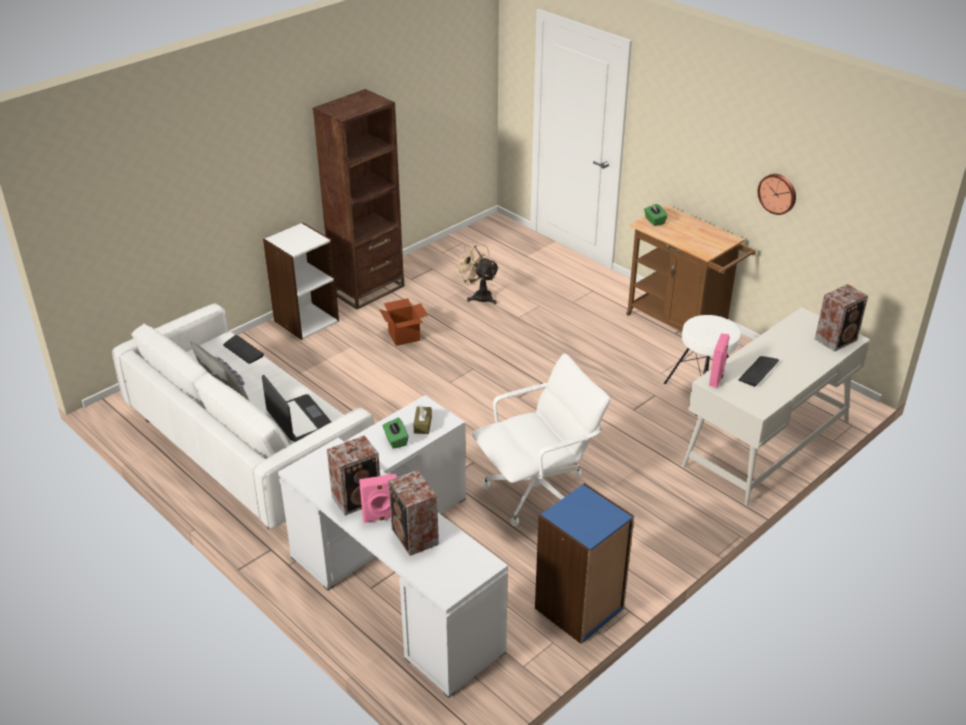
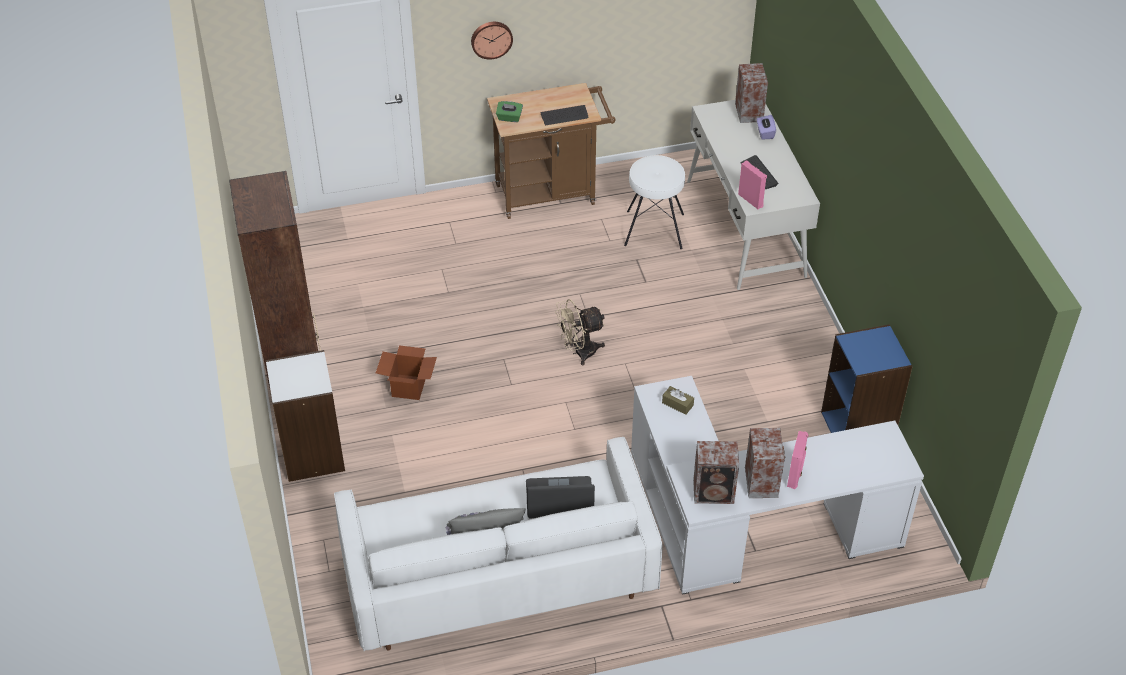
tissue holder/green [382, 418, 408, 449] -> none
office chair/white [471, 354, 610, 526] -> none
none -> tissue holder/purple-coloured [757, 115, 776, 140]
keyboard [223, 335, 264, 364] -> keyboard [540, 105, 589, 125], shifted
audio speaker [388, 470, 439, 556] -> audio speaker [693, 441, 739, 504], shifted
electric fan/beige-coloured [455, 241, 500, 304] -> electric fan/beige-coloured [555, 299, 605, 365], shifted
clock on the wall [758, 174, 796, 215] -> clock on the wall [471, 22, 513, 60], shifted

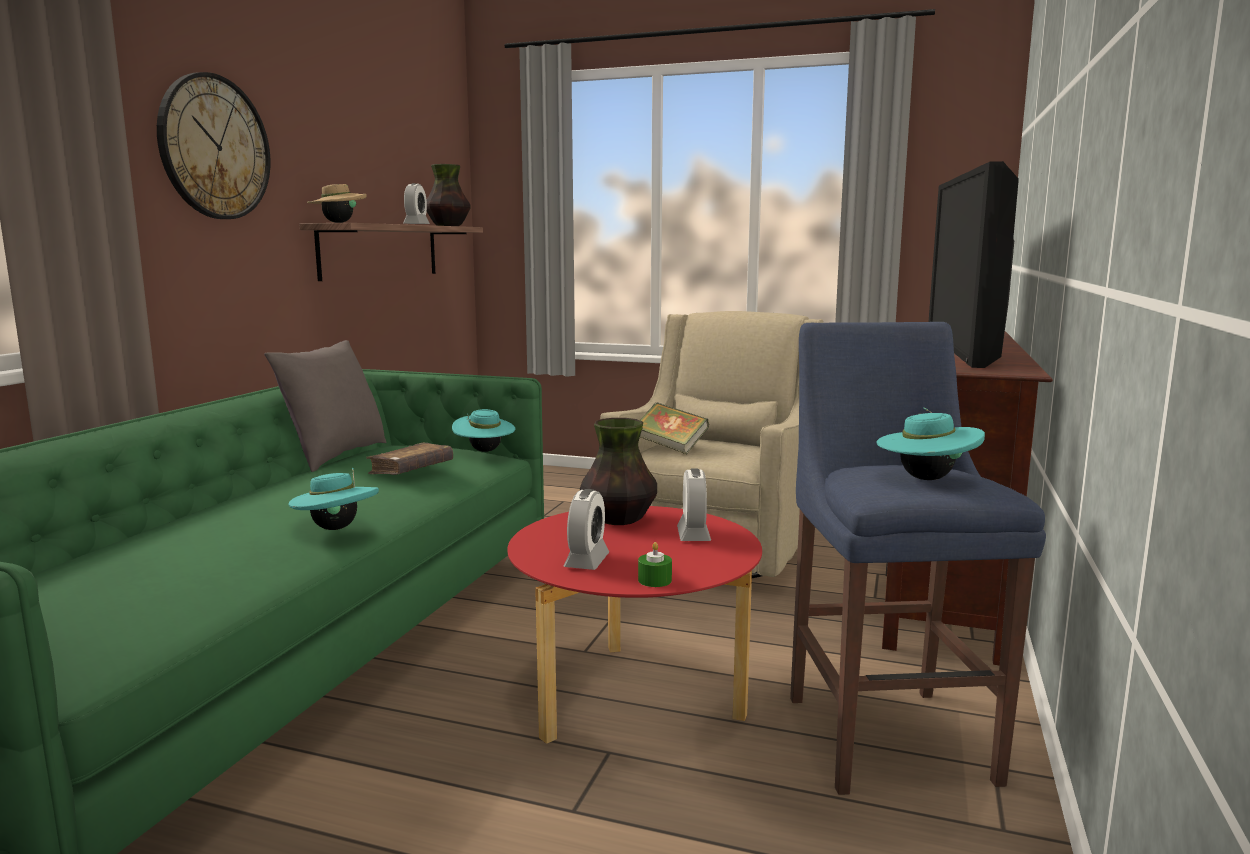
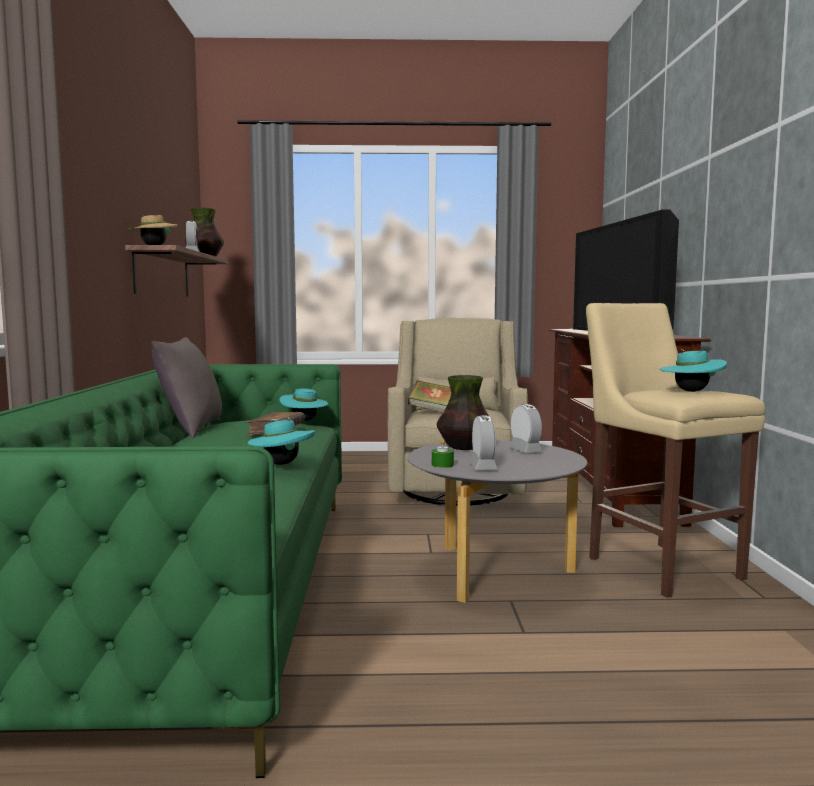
clock on the wall [157, 72, 270, 219] -> none
wax candle/green [638, 542, 672, 587] -> wax candle/green [432, 439, 454, 468], shifted
lounge table/reddish [507, 506, 762, 744] -> lounge table/gray [407, 440, 587, 603]
stool/blue [790, 322, 1046, 795] -> stool/beige-coloured [586, 303, 765, 598]

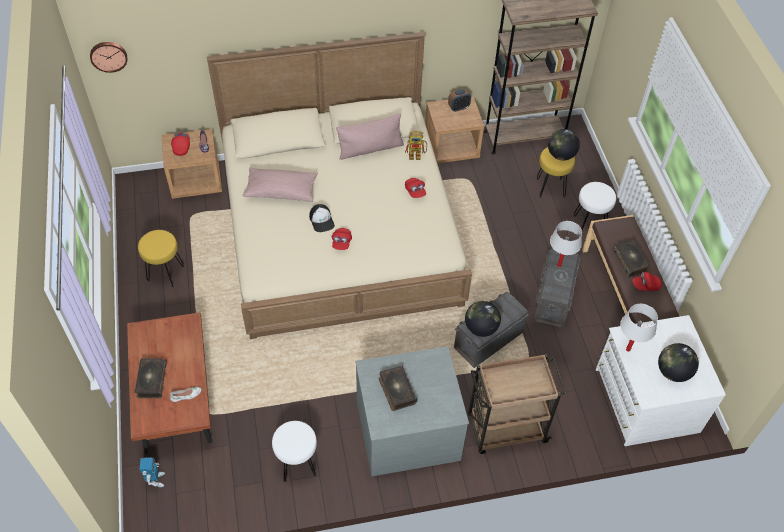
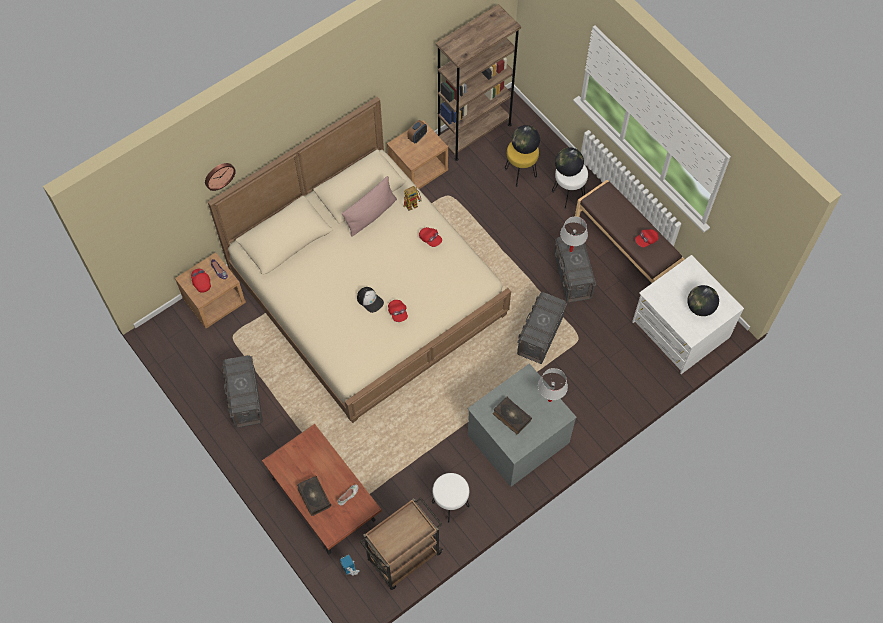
throw pillow/pink [243, 167, 318, 202] -> none
book [613, 240, 650, 278] -> none
clock on the wall [90, 42, 127, 73] -> clock on the wall [205, 163, 236, 191], shifted
globe [465, 301, 501, 337] -> globe [555, 147, 584, 176], shifted
trolley/brownish [468, 354, 567, 454] -> trolley/brownish [360, 497, 443, 590], shifted
tabletop lamp/white [620, 304, 658, 352] -> tabletop lamp/white [538, 368, 568, 402], shifted
stool/yellow-coloured [138, 230, 184, 287] -> storage bin/gray [222, 355, 263, 428]

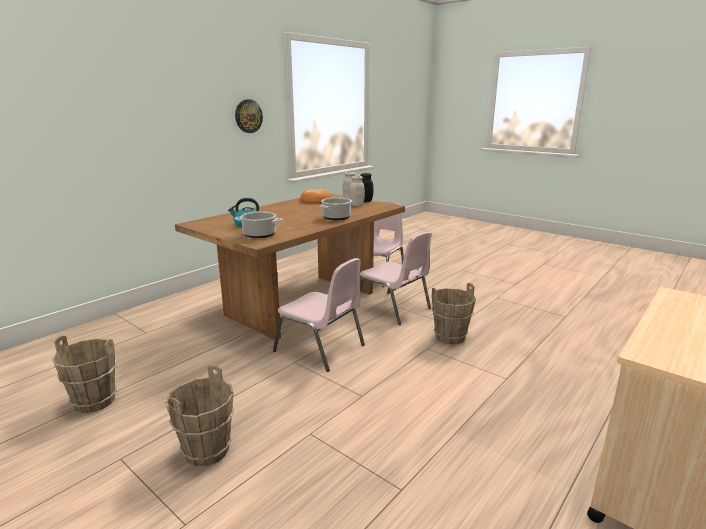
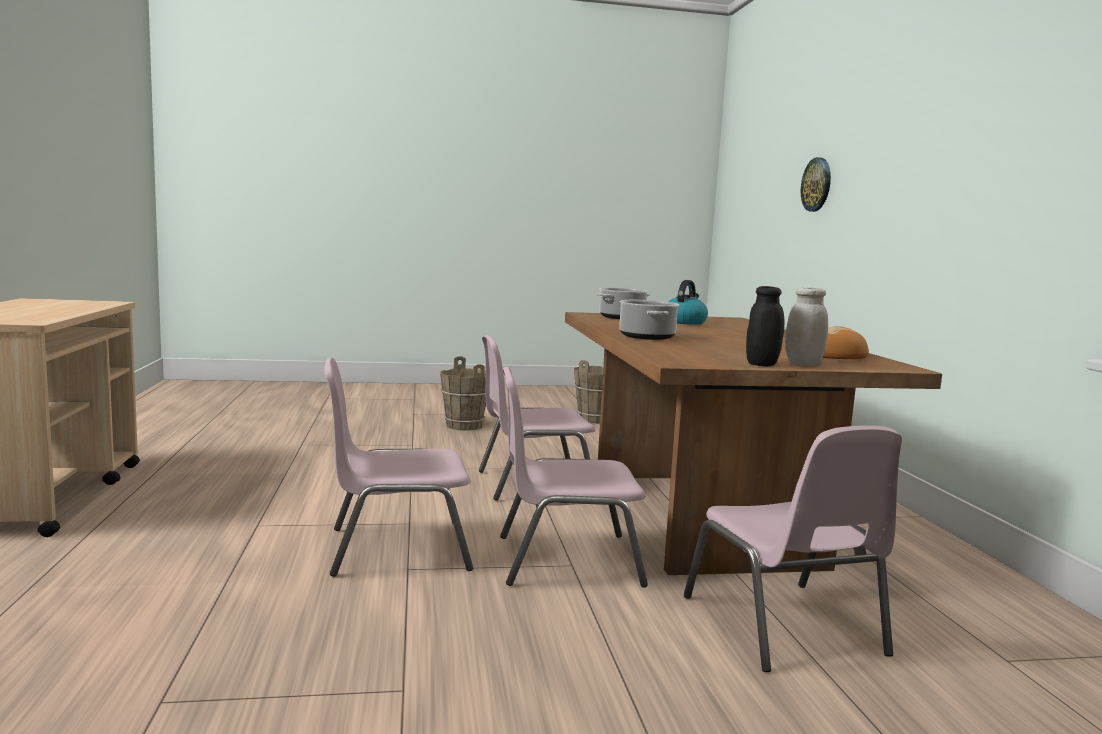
preserve jar/white [349, 176, 365, 206] -> none
clock on the wall [235, 99, 263, 133] -> clock on the wall [801, 157, 831, 212], shifted
bucket/brownish [432, 283, 476, 344] -> plain chair/pink [324, 358, 473, 577]

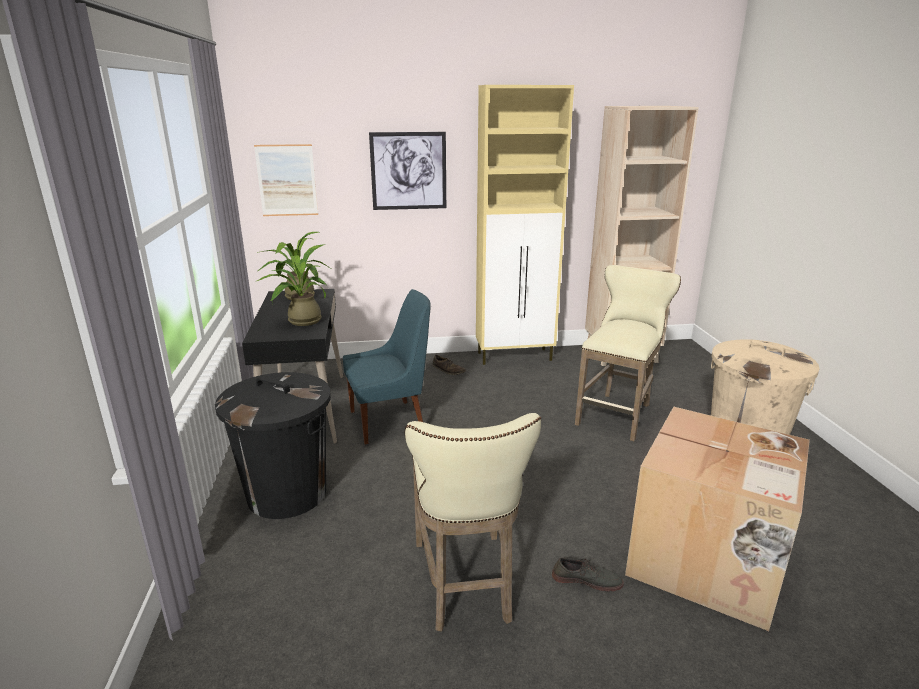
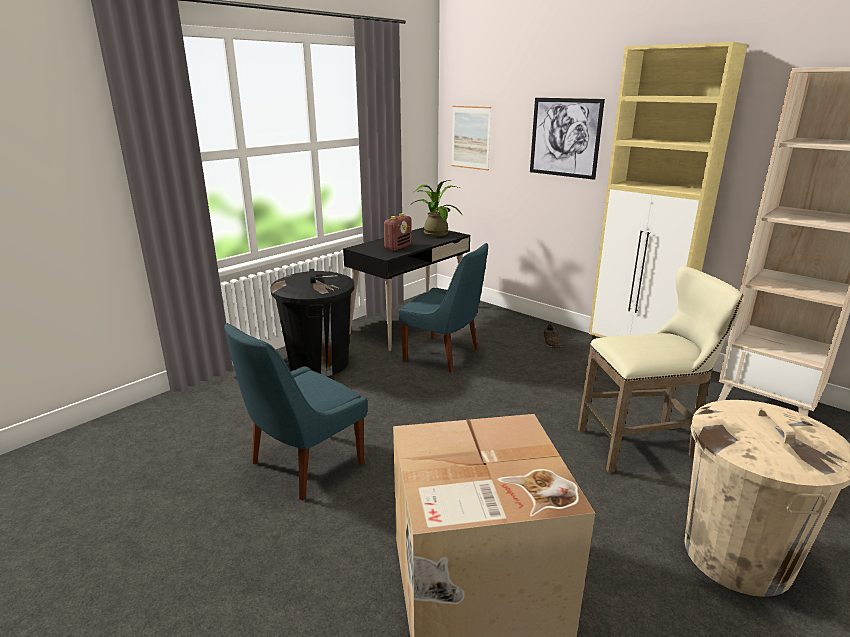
low shoe/gray [552, 558, 624, 591] -> none
houseplant [257, 244, 327, 326] -> radio [384, 214, 412, 251]
stool/beige-coloured [405, 413, 541, 632] -> plain chair/blue [224, 323, 367, 500]

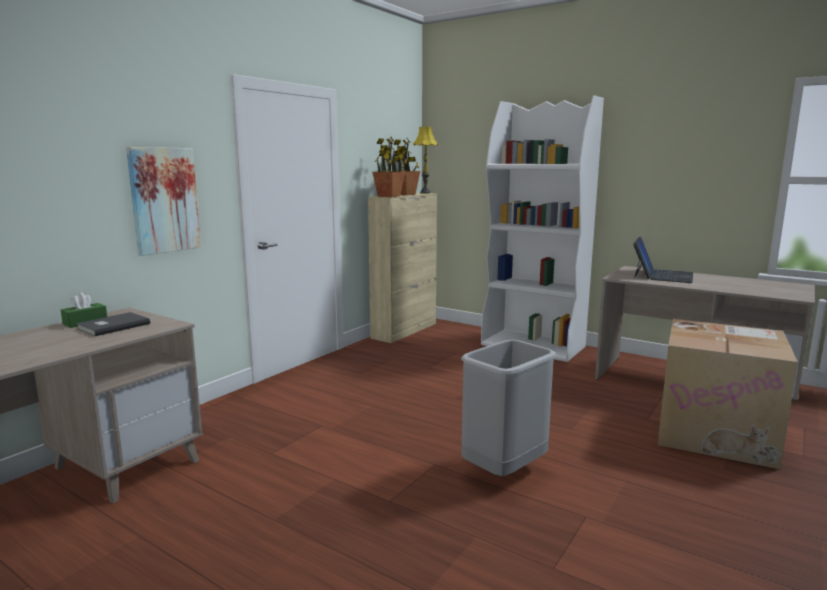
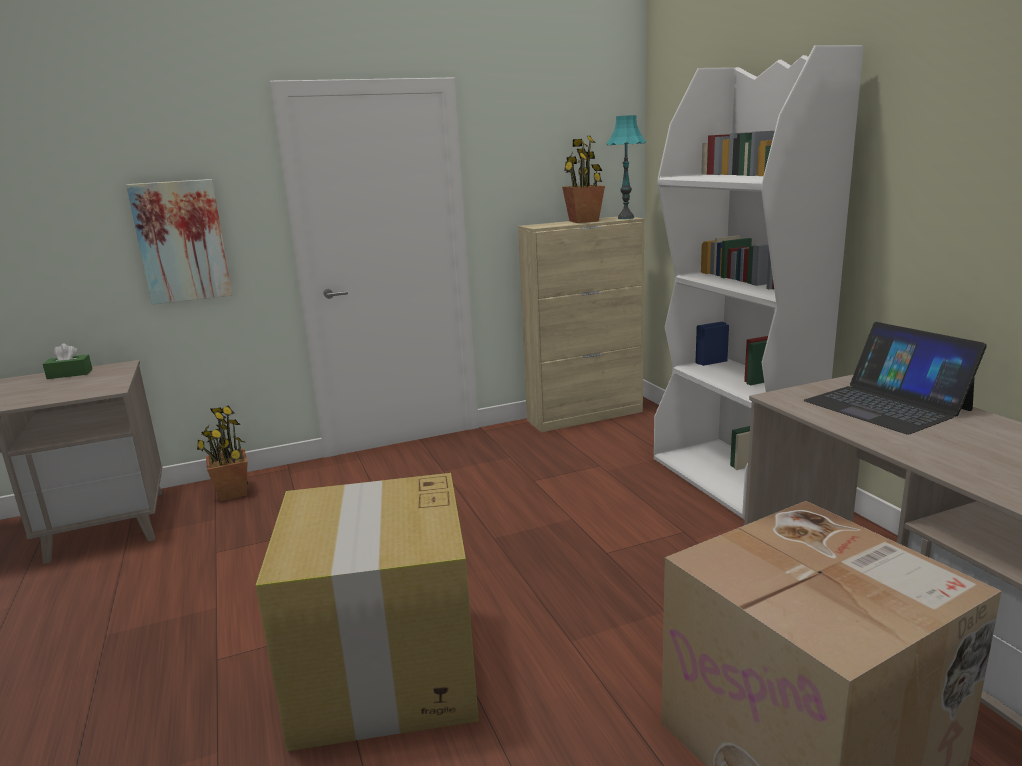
book/gray [76, 312, 150, 336] -> none
houseplant [372, 137, 405, 197] -> houseplant [197, 405, 248, 501], shifted
rubbish bin/gray [461, 340, 556, 476] -> cardboard box [256, 473, 479, 751]
tabletop lamp/yellow-coloured [413, 127, 438, 194] -> tabletop lamp/blue-green [606, 115, 646, 219]
notebook computer [633, 237, 693, 283] -> notebook computer [803, 322, 987, 435], 90 degrees clockwise

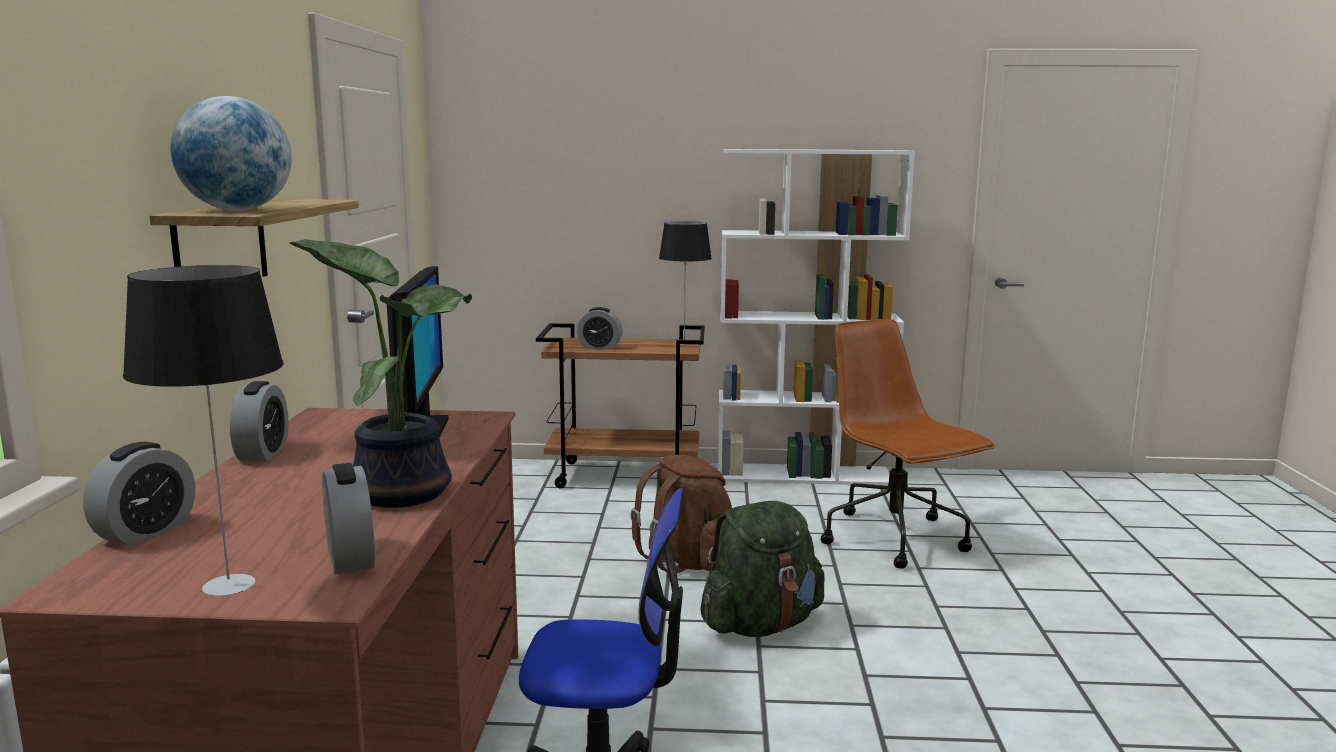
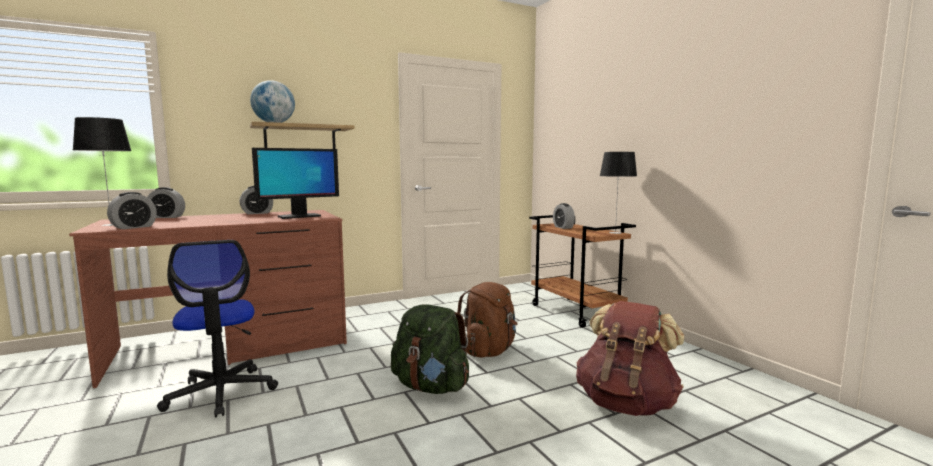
houseplant [289, 239, 472, 508] -> none
bookcase/white [718, 149, 915, 485] -> none
office chair/brownish [821, 319, 996, 569] -> backpack/brownish [576, 301, 684, 416]

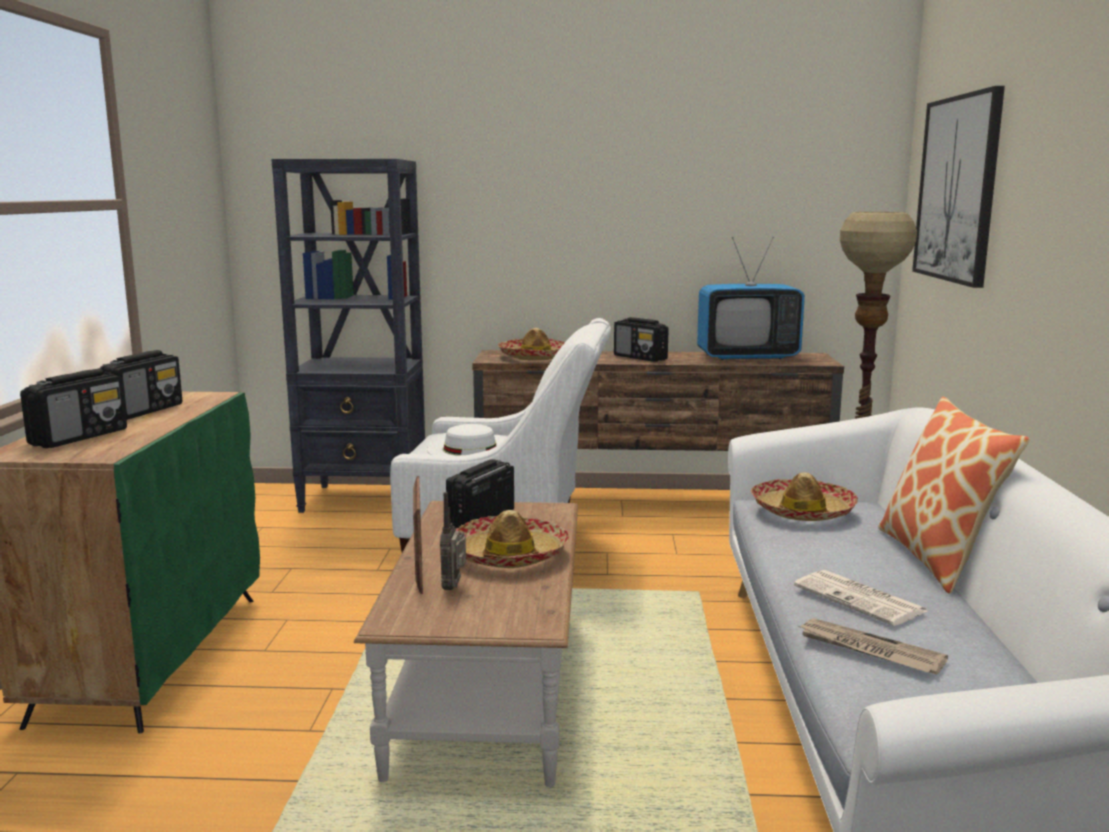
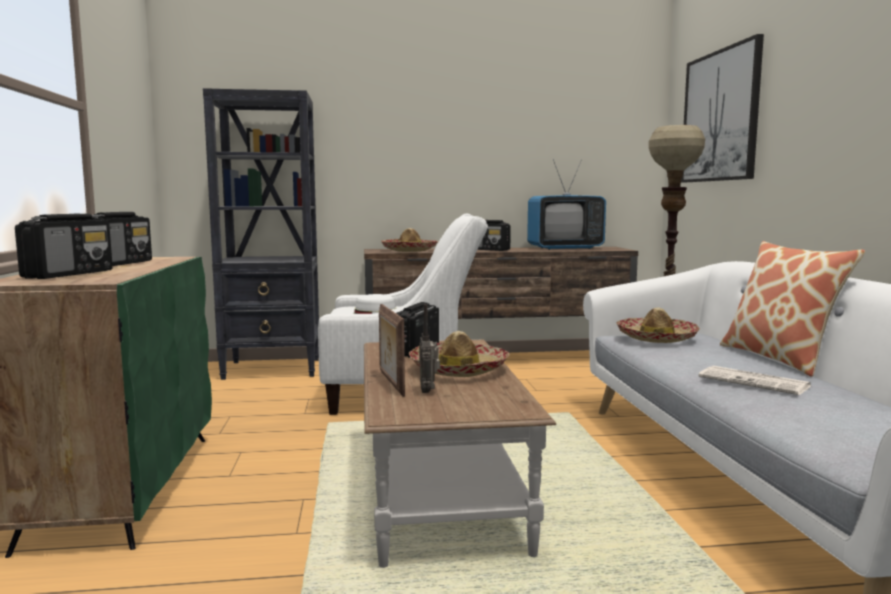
daily paper [799, 618, 948, 674] -> none

